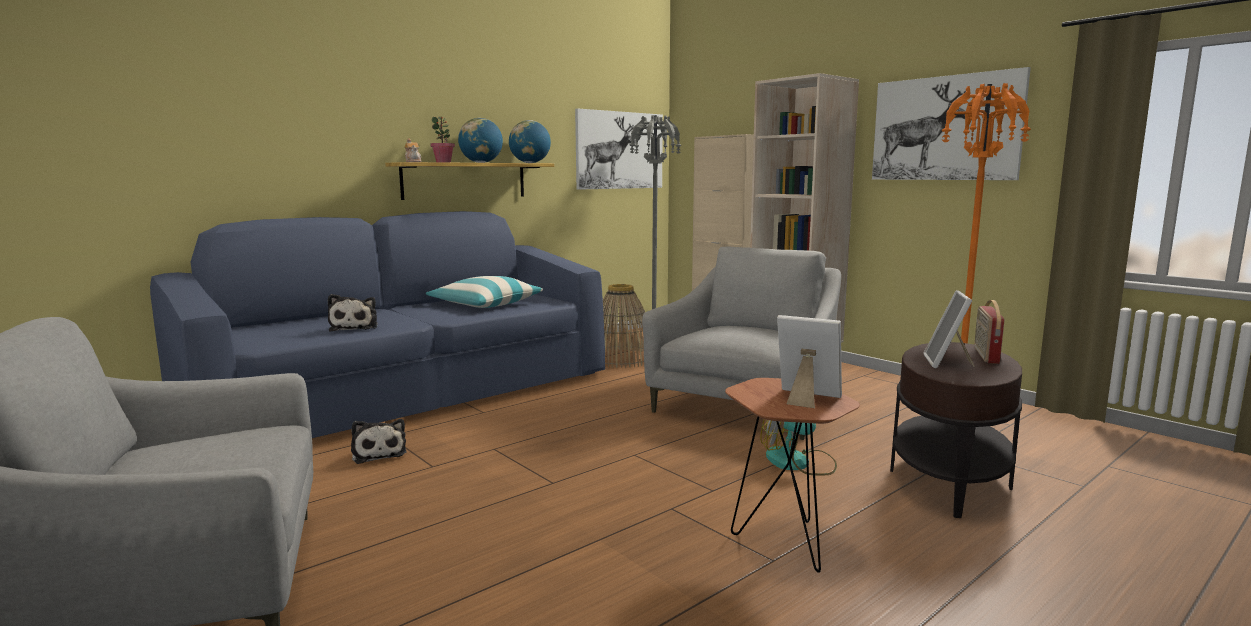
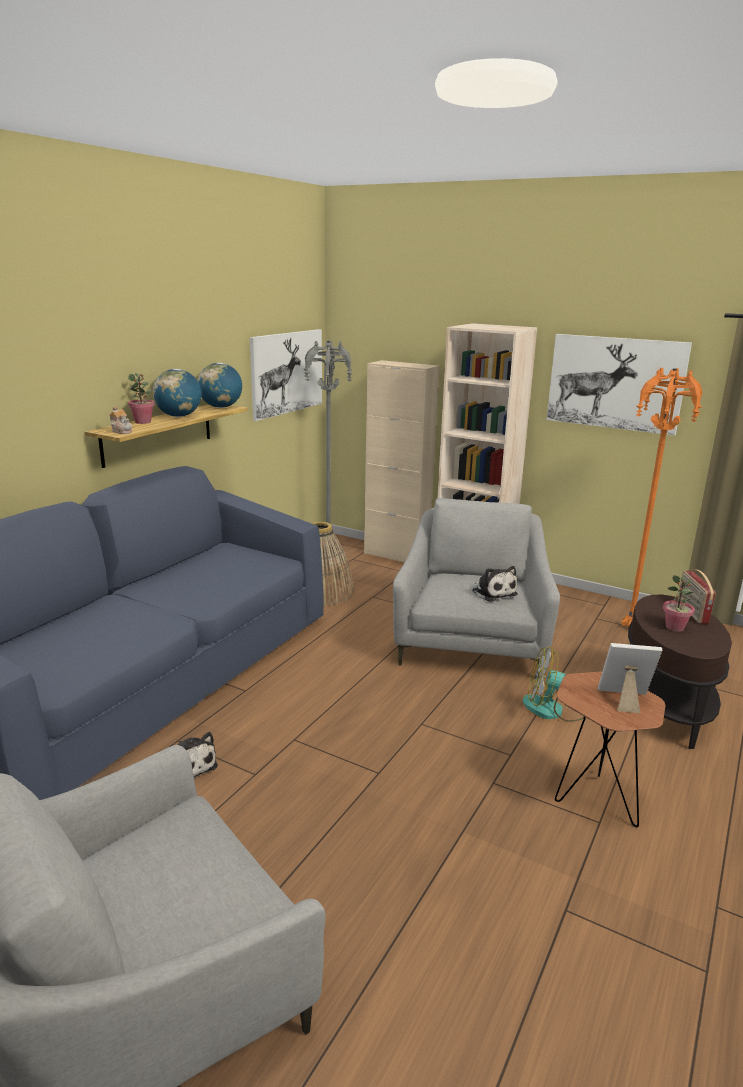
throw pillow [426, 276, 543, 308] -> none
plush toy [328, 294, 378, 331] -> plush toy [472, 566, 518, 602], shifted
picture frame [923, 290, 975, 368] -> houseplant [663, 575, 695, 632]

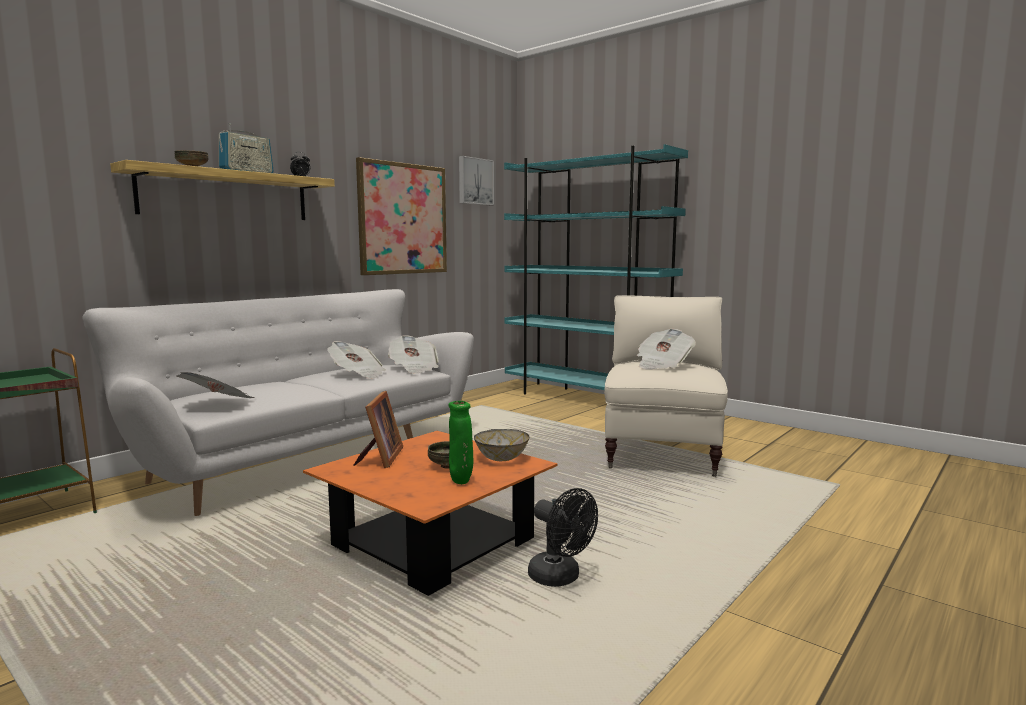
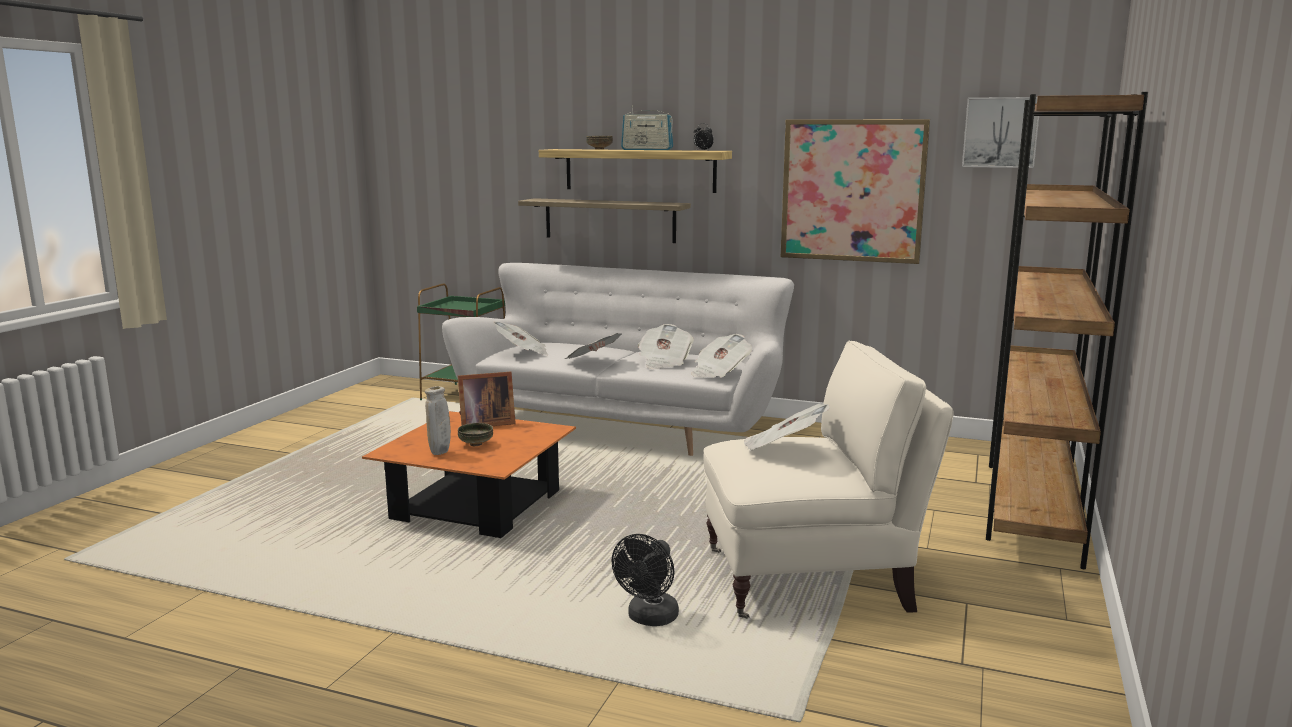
deep dish [474, 429, 529, 461] -> none
none -> bracket shelf [518, 198, 691, 243]
none -> daily paper [565, 333, 622, 359]
electric fan/blackish [528, 488, 598, 587] -> electric fan/blackish [612, 534, 679, 626], shifted
vase/green [449, 401, 473, 484] -> vase/beige-coloured [425, 386, 451, 455]
bookcase/blue-green [504, 144, 688, 394] -> bookcase/brownish [986, 92, 1148, 569]

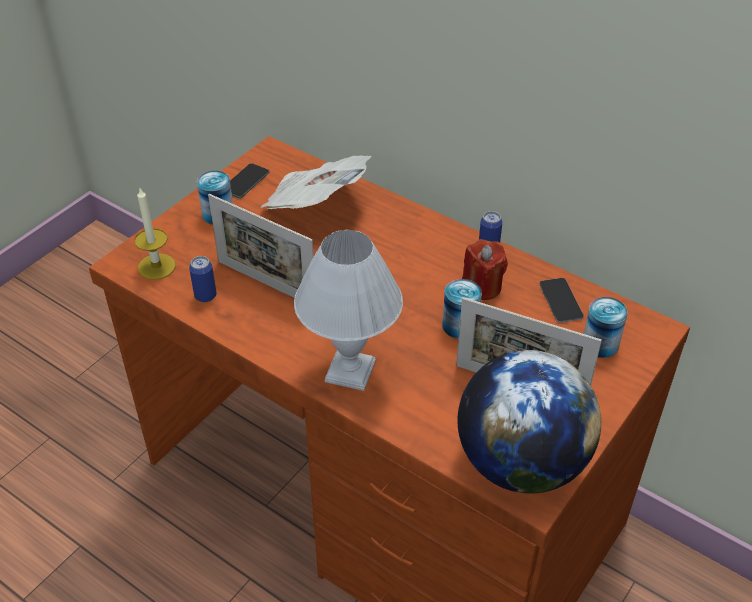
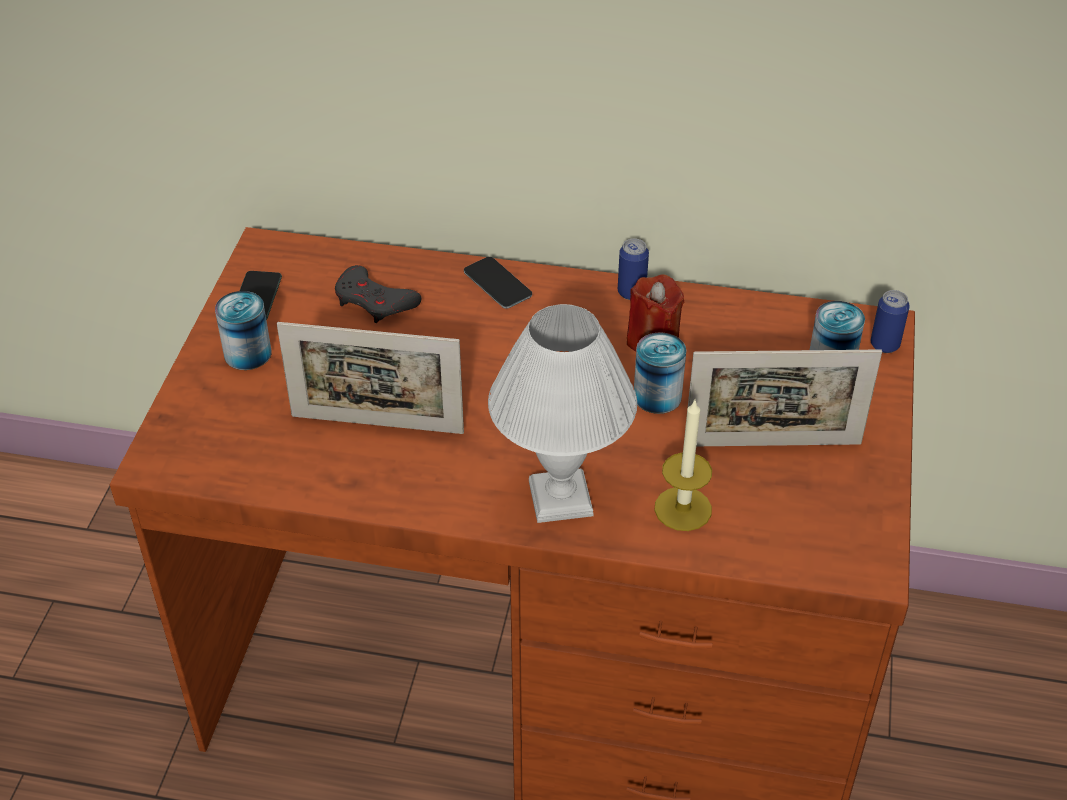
globe [458, 350, 601, 494] -> none
wax candle [134, 188, 176, 280] -> wax candle [655, 400, 712, 531], shifted
metal can [189, 256, 217, 302] -> metal can [871, 290, 910, 353], shifted
phone [539, 278, 584, 323] -> phone [464, 257, 532, 309], shifted
daily paper [260, 156, 371, 209] -> gamepad/gray [335, 265, 421, 323]

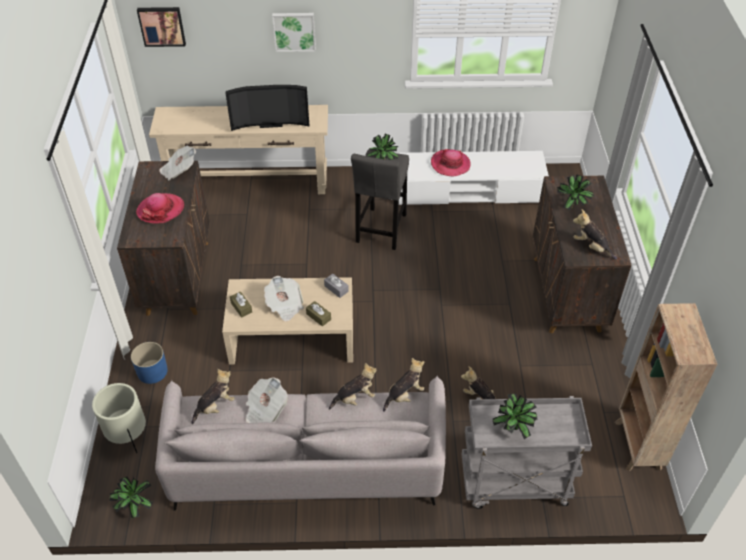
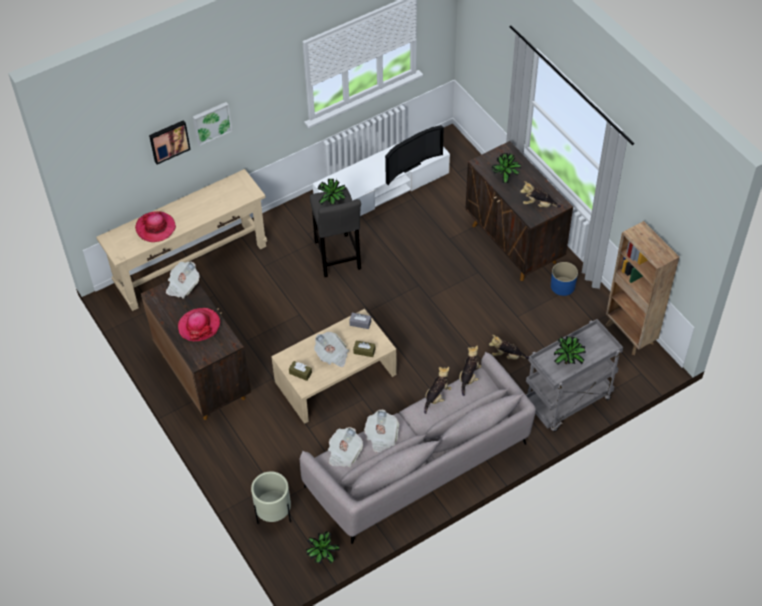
planter/blue [131, 342, 168, 384] -> planter/blue [551, 262, 578, 296], shifted
wall art [137, 7, 186, 47] -> wall art [149, 120, 191, 164], shifted
TV [226, 85, 310, 131] -> TV [385, 125, 444, 185], shifted
wearable hat [431, 149, 471, 177] -> wearable hat [135, 211, 176, 242], shifted
plush toy [192, 369, 235, 424] -> daily paper [328, 427, 363, 467]

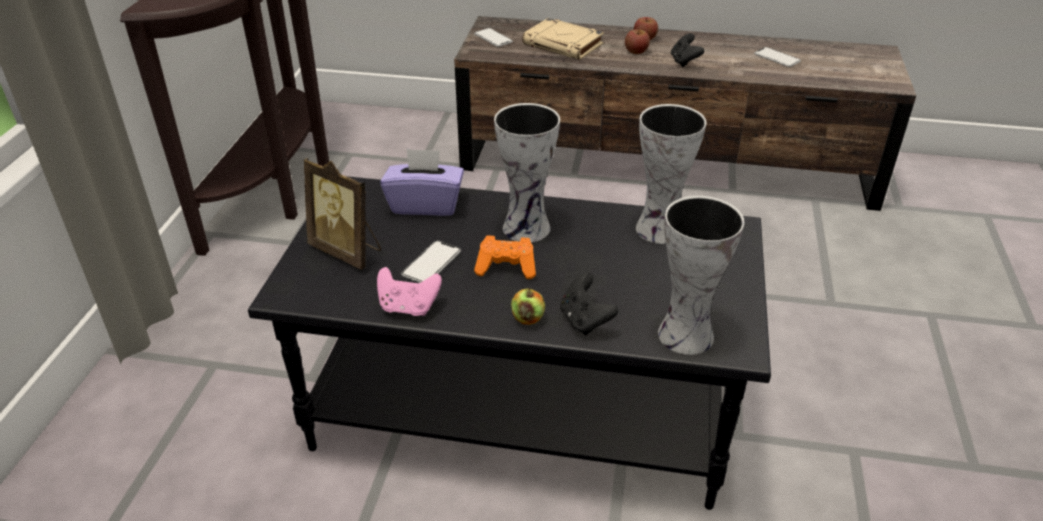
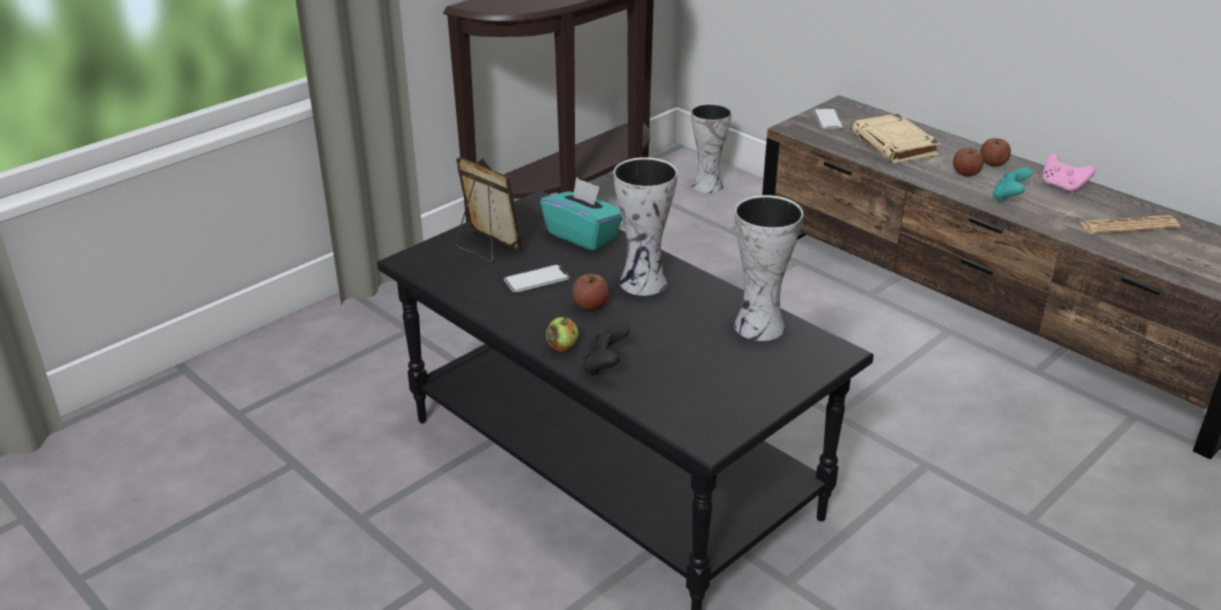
gamepad/pink [377, 267, 442, 316] -> gamepad/pink [1042, 154, 1095, 194], shifted
vase [658, 196, 744, 355] -> vase [691, 103, 732, 193], shifted
gamepad/orangey [474, 235, 536, 279] -> apple fruit [572, 274, 609, 310]
phone [754, 47, 801, 67] -> daily paper [1080, 215, 1180, 234]
tissue holder/purple-coloured [380, 149, 464, 216] -> tissue holder/blue-green [540, 177, 622, 251]
gamepad/blackish [671, 33, 704, 67] -> gamepad/blue-green [992, 167, 1033, 202]
picture frame [304, 158, 381, 270] -> picture frame [456, 157, 523, 263], 150 degrees clockwise

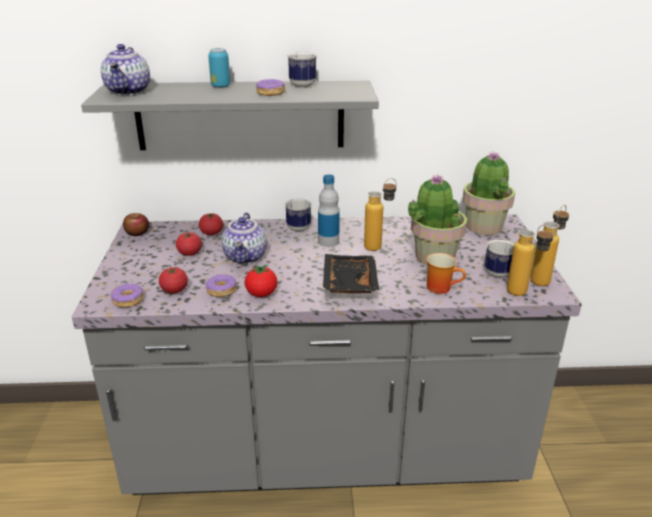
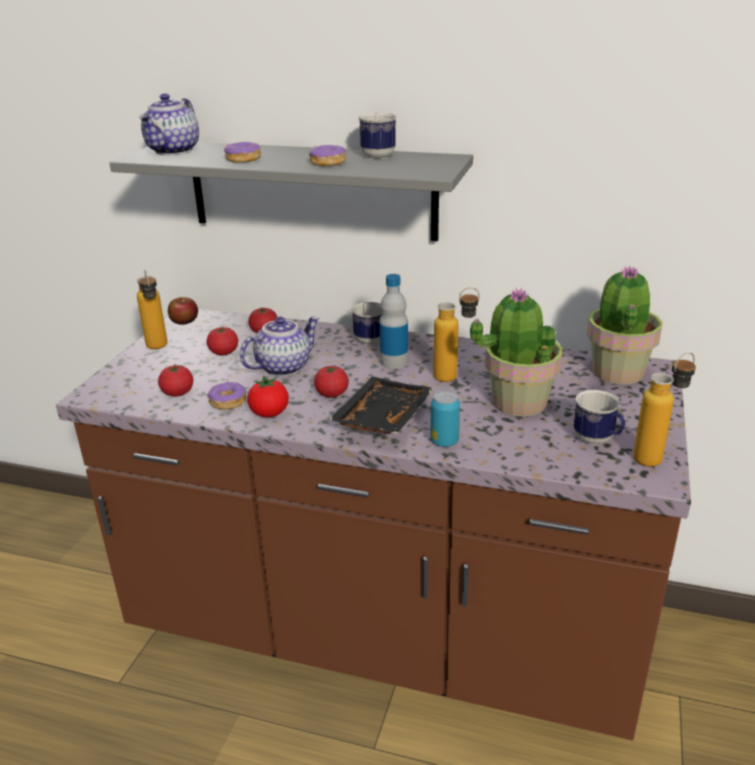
tea mug [426, 253, 466, 294] -> none
none -> fresh tomato [314, 364, 349, 398]
ring doughnut [110, 284, 144, 307] -> ring doughnut [224, 141, 261, 163], shifted
metal can [208, 48, 230, 88] -> metal can [430, 391, 460, 447], shifted
drink bottle [507, 225, 554, 296] -> drink bottle [137, 270, 167, 349], shifted
kitchen base unit/gray [72, 214, 582, 495] -> kitchen base unit/brownish [56, 309, 691, 740]
teapot [221, 213, 267, 264] -> teapot [240, 317, 320, 376], 150 degrees counterclockwise

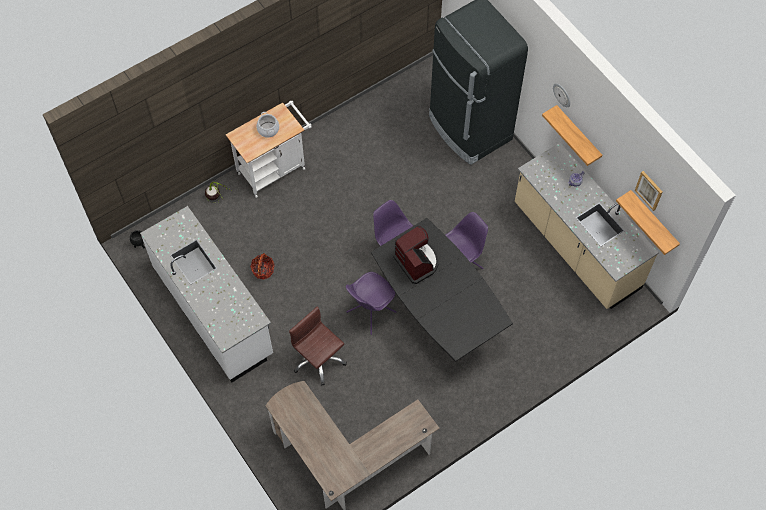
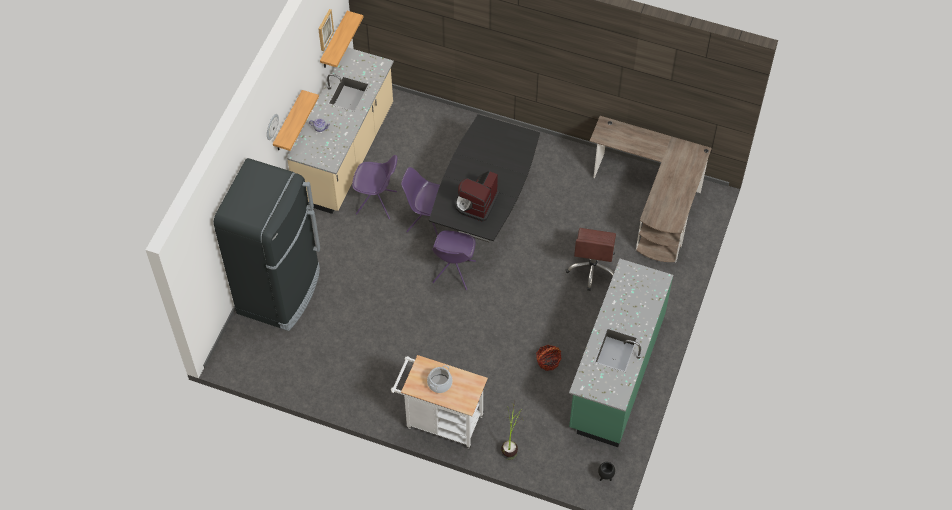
plain chair/purple-coloured [346, 272, 396, 335] -> plain chair/purple-coloured [352, 155, 397, 219], shifted
kitchen base unit/white [140, 206, 273, 382] -> kitchen base unit/green [569, 259, 673, 447]

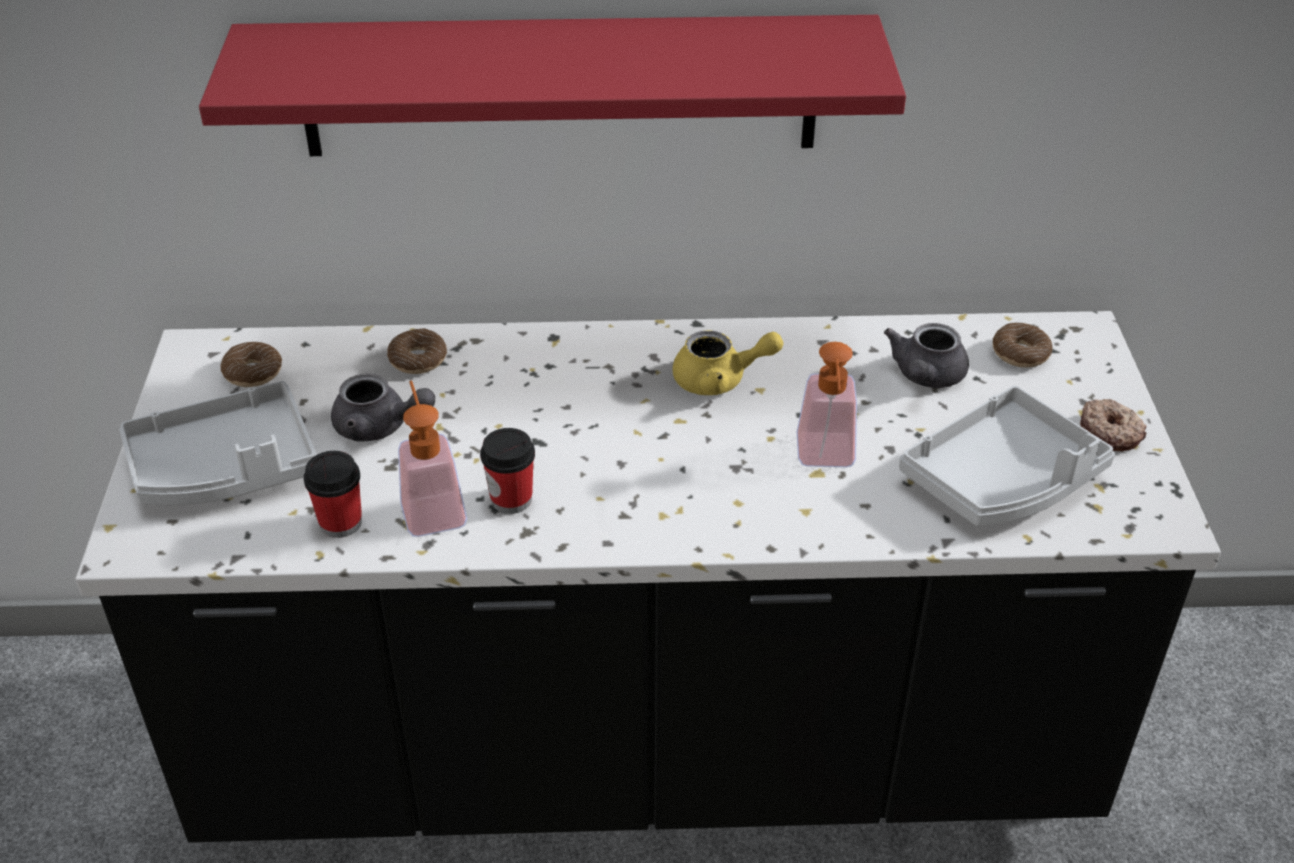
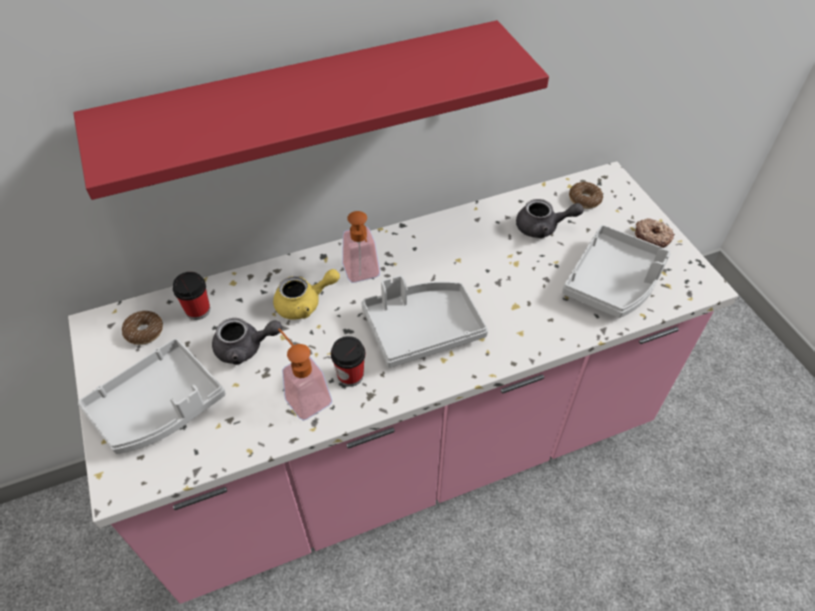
ring doughnut [387, 328, 447, 374] -> none
none -> serving tray/gray [361, 275, 488, 368]
small cup [304, 451, 362, 538] -> small cup [173, 272, 210, 320], shifted
teapot/yellow-coloured [672, 330, 783, 395] -> teapot/yellow-coloured [273, 269, 340, 320], shifted
soap dispenser [797, 342, 857, 467] -> soap dispenser [342, 211, 380, 283], shifted
kitchen base unit/blackish [75, 311, 1221, 843] -> kitchen base unit/pink [68, 161, 739, 604]
teapot/gray [884, 323, 969, 388] -> teapot/gray [516, 199, 584, 238], 90 degrees counterclockwise

